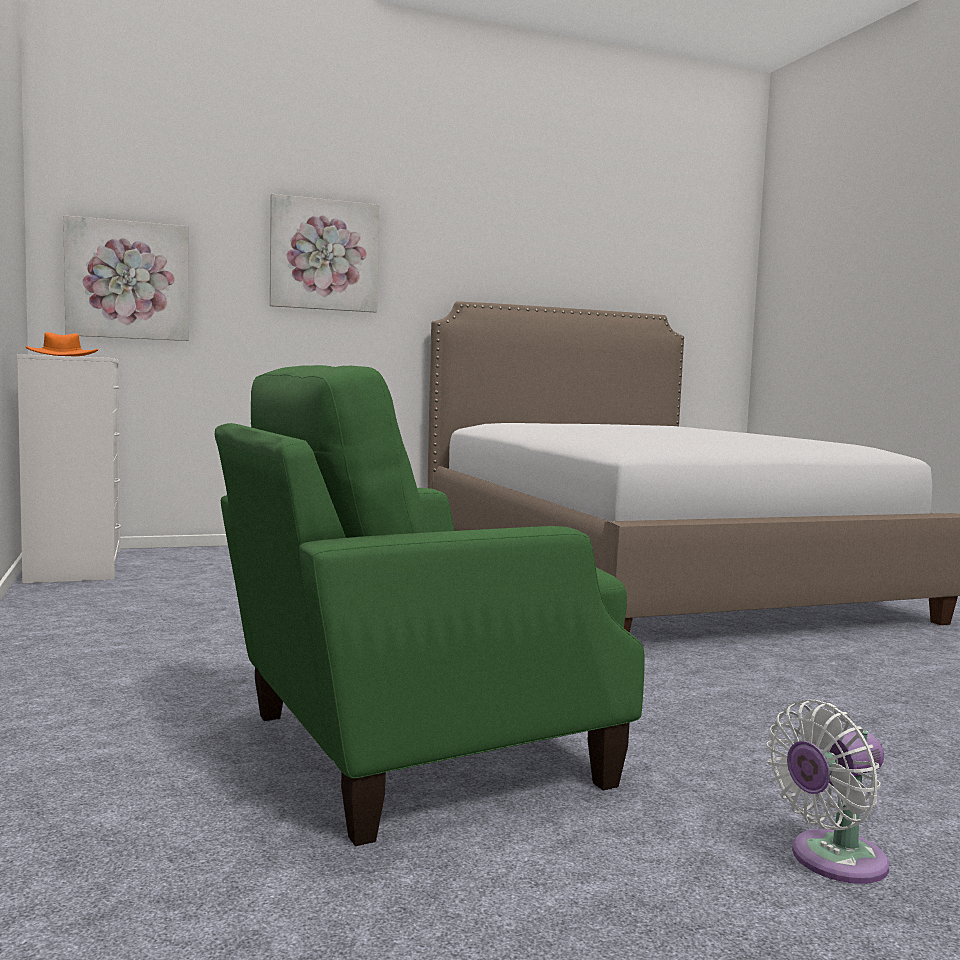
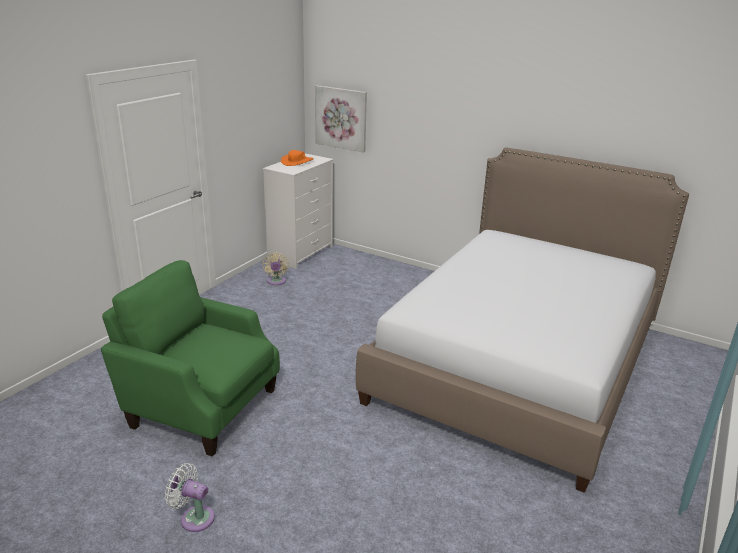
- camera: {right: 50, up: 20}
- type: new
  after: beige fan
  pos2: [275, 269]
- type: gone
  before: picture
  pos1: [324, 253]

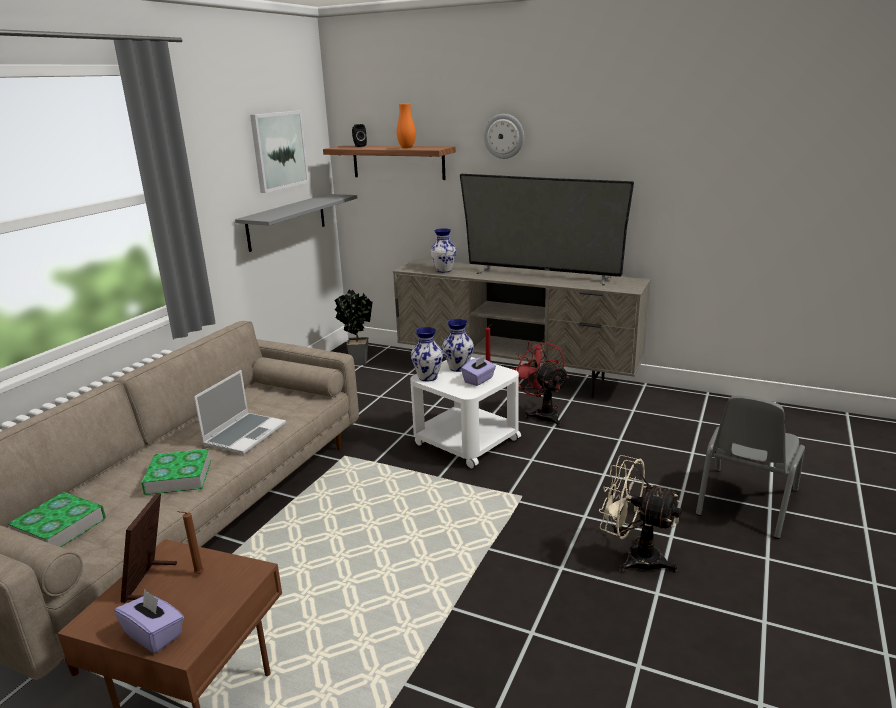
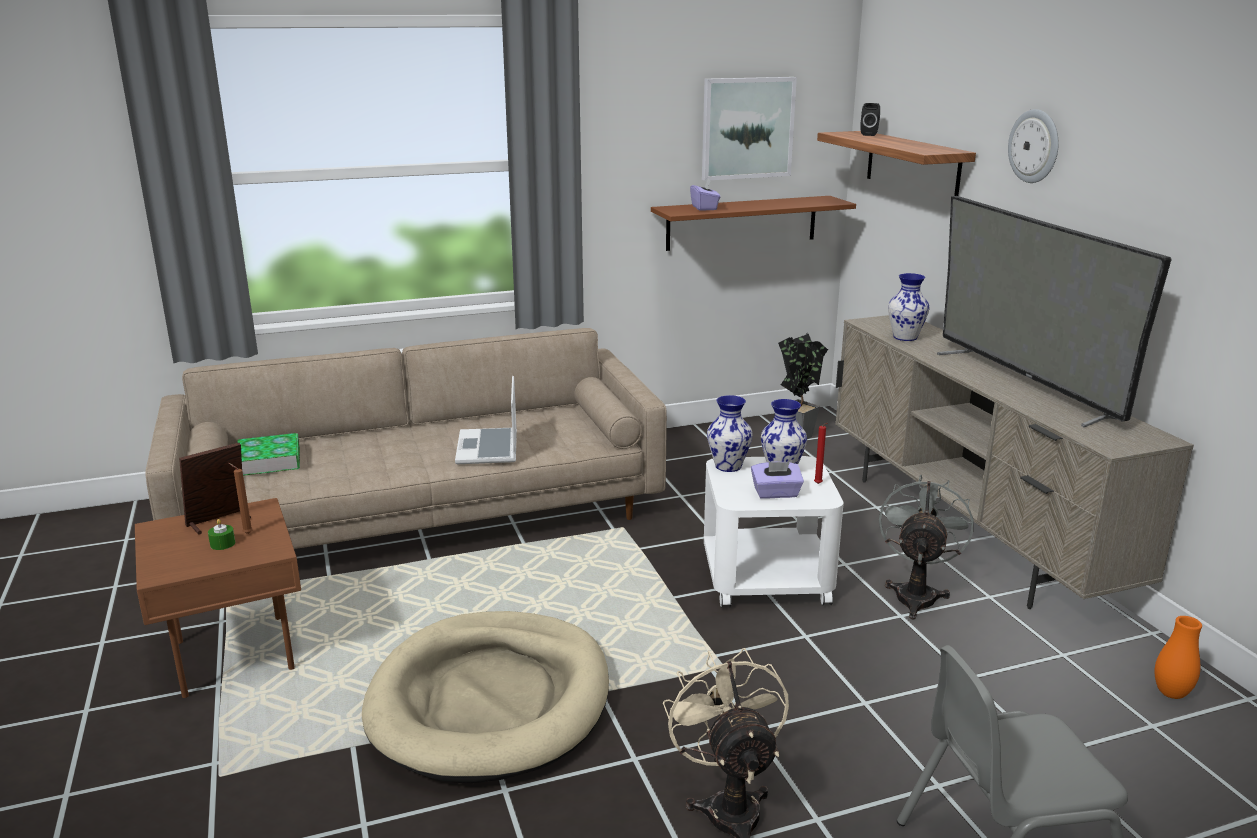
- camera: {right: 45, up: 0}
- type: new
  after: greenish candle
  pos2: [221, 534]
- type: new
  after: beige pet bed
  pos2: [485, 697]
- type: rotated
  before: notebook computer
  pos1: [240, 412]
  pos2: [486, 420]
  turn: 105
- type: repainted
  before: gray wall shelf
  after: brown wall shelf
  pos1: [296, 223]
  pos2: [753, 223]
- type: shifted
  before: purple box of tissues
  pos1: [149, 621]
  pos2: [705, 195]
- type: repainted
  before: reddish fan
  after: gray fan
  pos1: [540, 383]
  pos2: [926, 546]
- type: shifted
  before: orangey flower vase
  pos1: [406, 125]
  pos2: [1178, 657]
- type: gone
  before: bound book
  pos1: [176, 472]

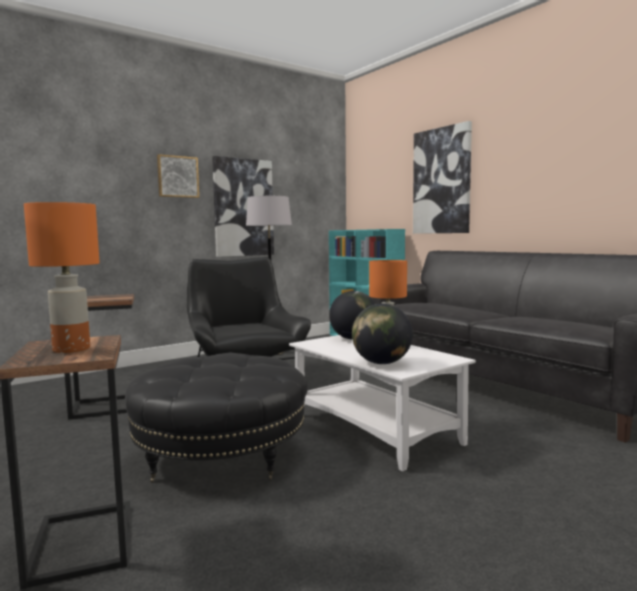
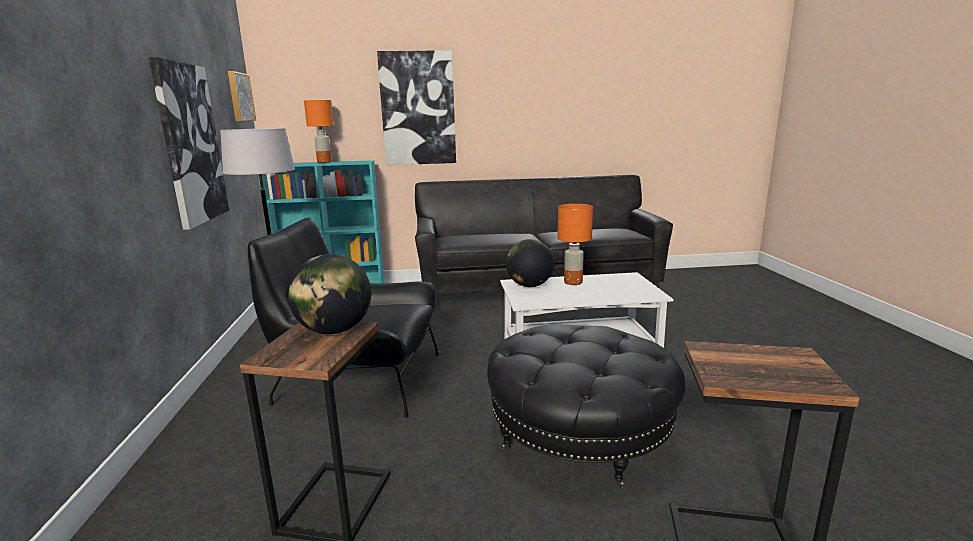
- camera: {right: -60, up: 10}
- type: shifted
  before: picture
  pos1: [178, 176]
  pos2: [242, 96]
- type: shifted
  before: world globe
  pos1: [382, 334]
  pos2: [329, 294]
- type: shifted
  before: orangey table lamp
  pos1: [62, 277]
  pos2: [319, 131]

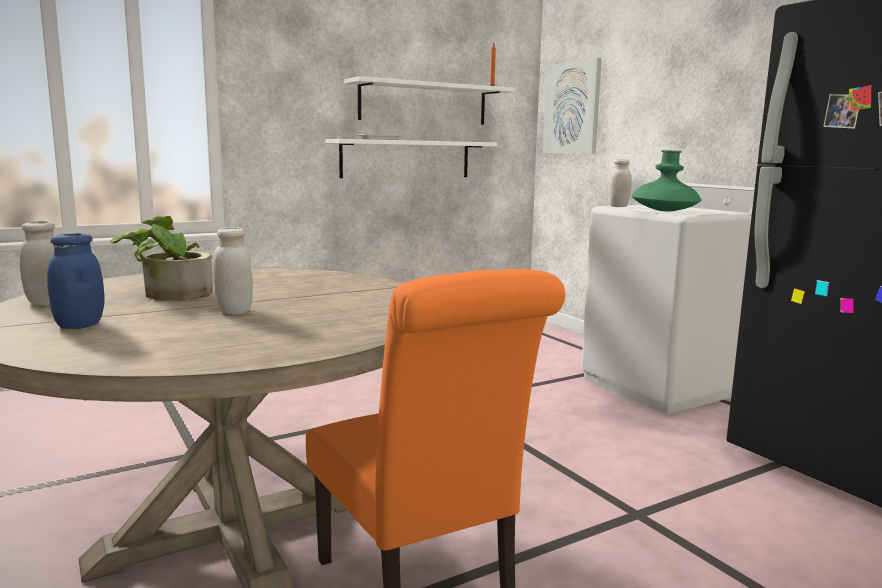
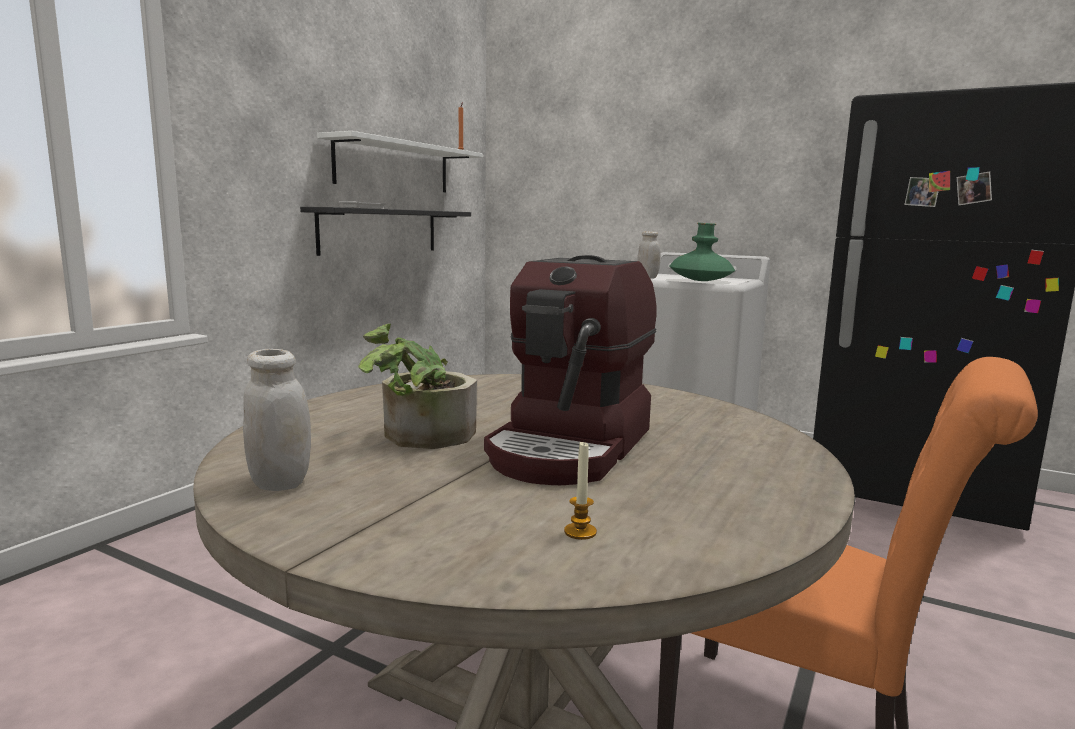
- camera: {right: -30, up: 0}
- type: repainted
  before: whitish wall shelf
  after: black wall shelf
  pos1: [411, 158]
  pos2: [385, 231]
- type: swapped
  before: whitish jar
  after: coffee maker
  pos1: [232, 270]
  pos2: [570, 370]
- type: new
  after: candle
  pos2: [580, 491]
- type: gone
  before: blue-coloured jar
  pos1: [76, 281]
- type: gone
  before: picture
  pos1: [572, 106]

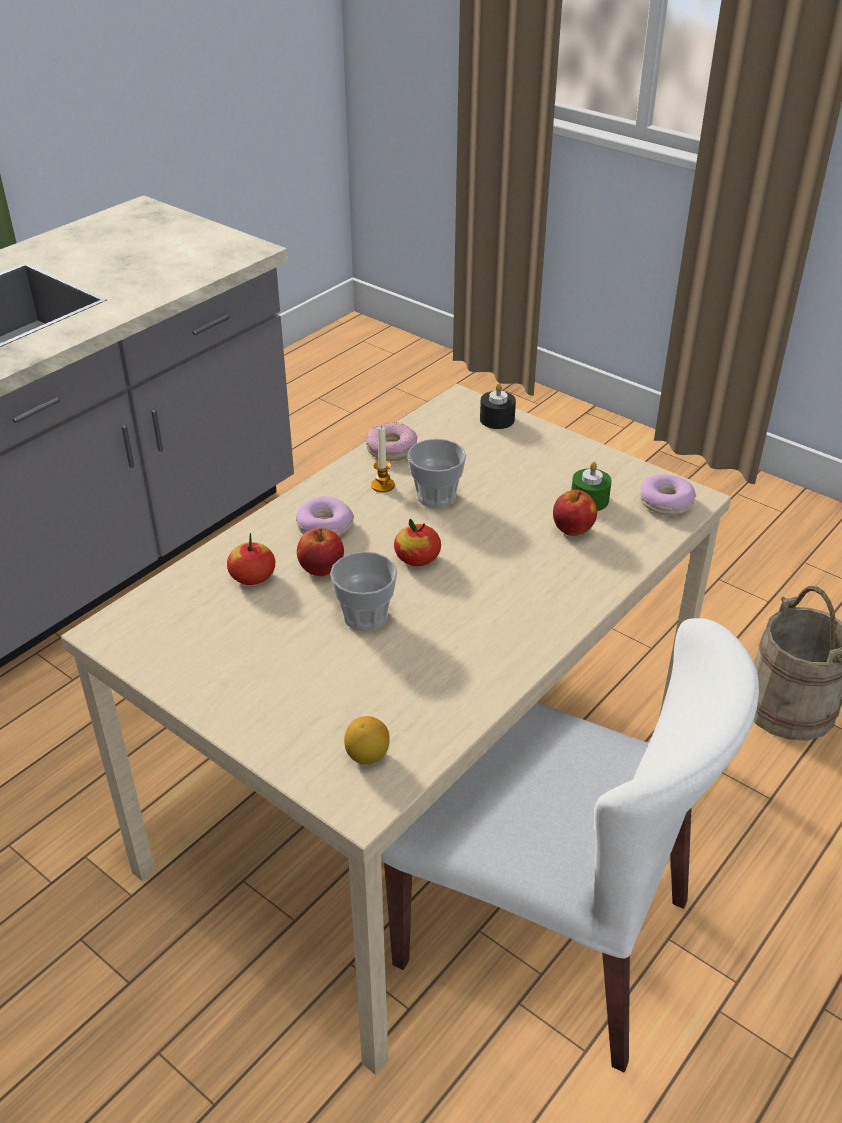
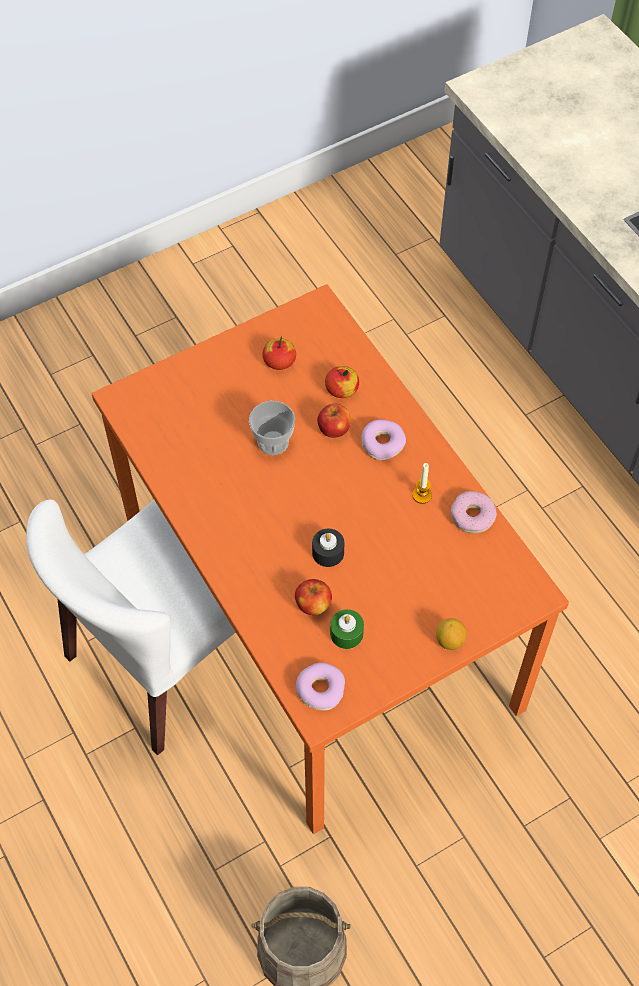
- camera: {right: 110, up: 20}
- type: repainted
  before: beige dining table
  after: orangey dining table
  pos1: [396, 729]
  pos2: [330, 559]
- type: shifted
  before: apple
  pos1: [417, 542]
  pos2: [279, 353]
- type: shifted
  before: black candle
  pos1: [498, 406]
  pos2: [328, 548]
- type: shifted
  before: lemon
  pos1: [367, 740]
  pos2: [451, 634]
- type: gone
  before: small cup
  pos1: [436, 473]

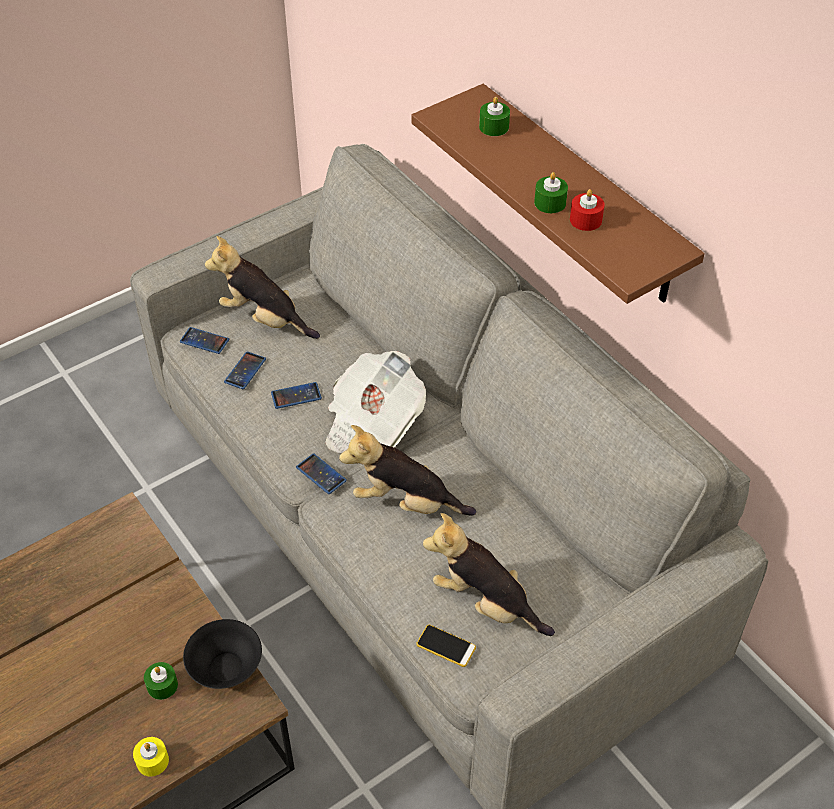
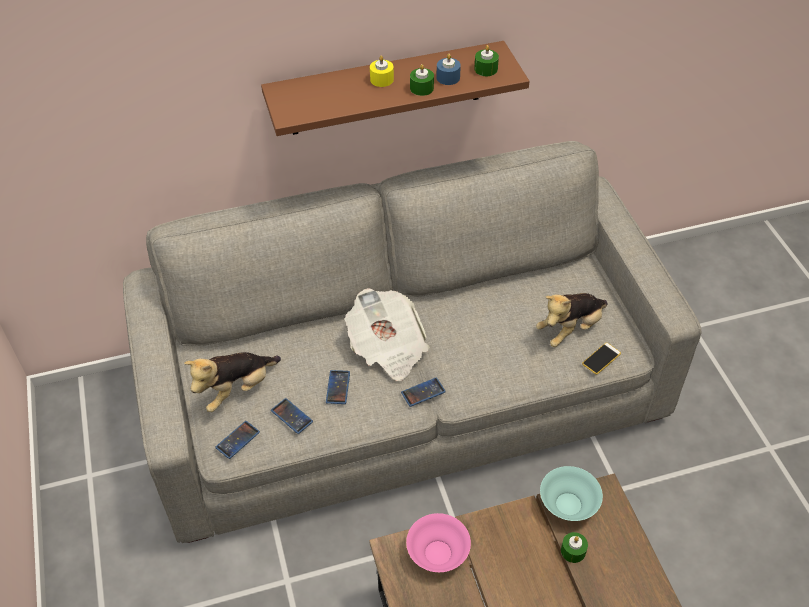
- camera: {right: -70, up: 0}
- type: shifted
  before: yellow candle
  pos1: [151, 756]
  pos2: [382, 71]
- type: new
  after: pink serving bowl
  pos2: [438, 542]
- type: repainted
  before: reddish candle
  after: blue-coloured candle
  pos1: [587, 210]
  pos2: [449, 69]
- type: shifted
  before: greenish candle
  pos1: [494, 116]
  pos2: [486, 60]
- type: repainted
  before: black serving bowl
  after: turquoise serving bowl
  pos1: [222, 654]
  pos2: [571, 493]
- type: gone
  before: cuddly toy
  pos1: [407, 470]

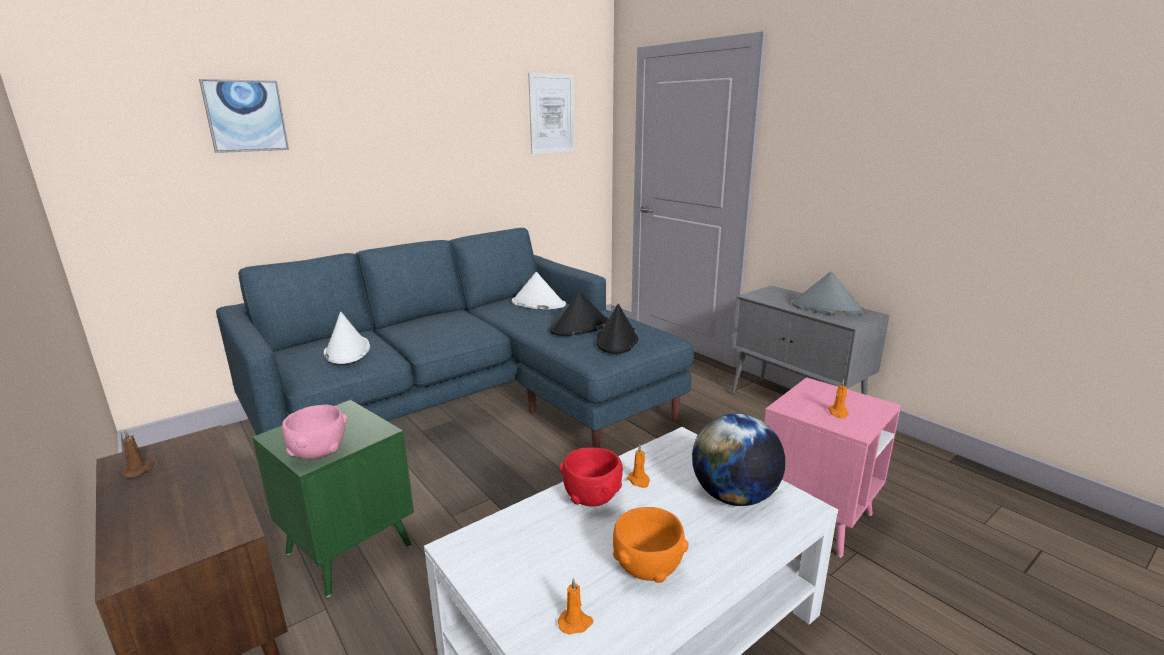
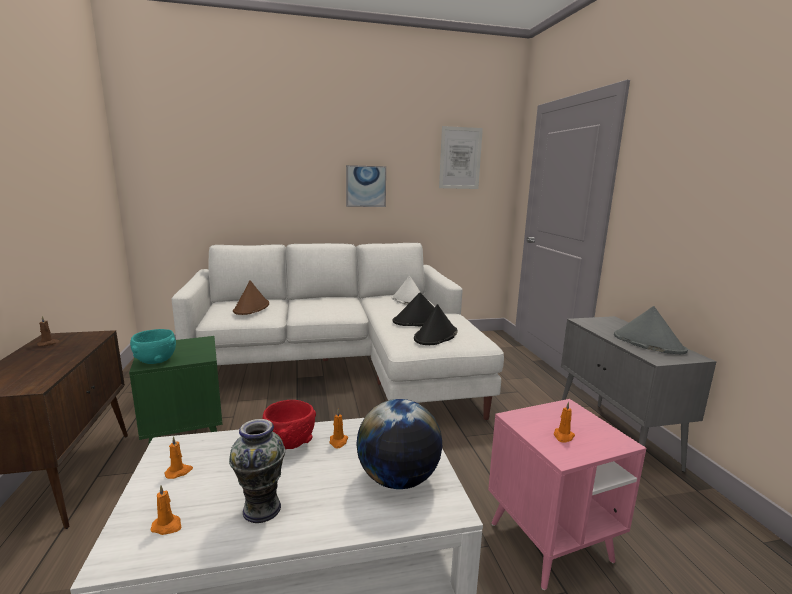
- camera: {right: 25, up: -5}
- type: repainted
  before: pink serving bowl
  after: turquoise serving bowl
  pos1: [314, 432]
  pos2: [153, 346]
- type: new
  after: orangey candle
  pos2: [178, 457]
- type: repainted
  before: blue-coloured couch
  after: whitish couch
  pos1: [455, 338]
  pos2: [338, 331]
- type: swapped
  before: orangey serving bowl
  after: flower vase
  pos1: [651, 545]
  pos2: [257, 471]
- type: repainted
  before: whitish hat
  after: brown hat
  pos1: [347, 338]
  pos2: [251, 297]
- type: shifted
  before: picture
  pos1: [244, 116]
  pos2: [366, 186]

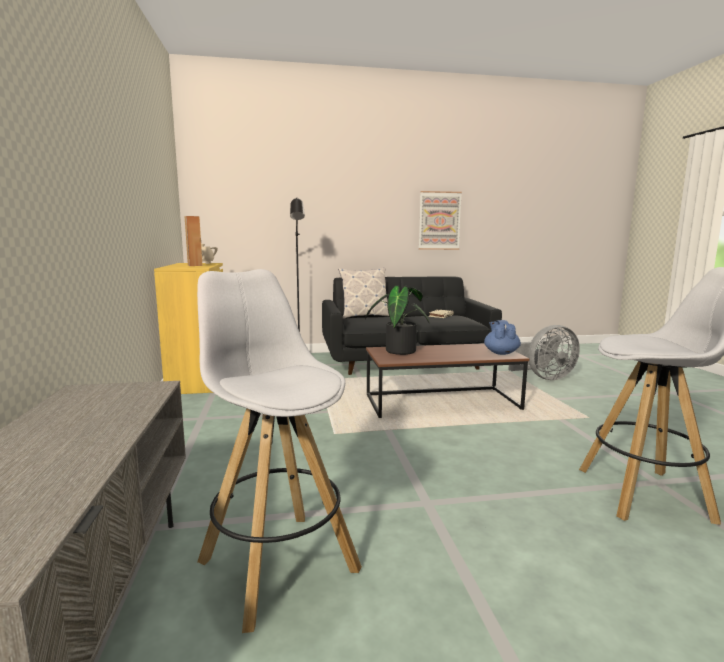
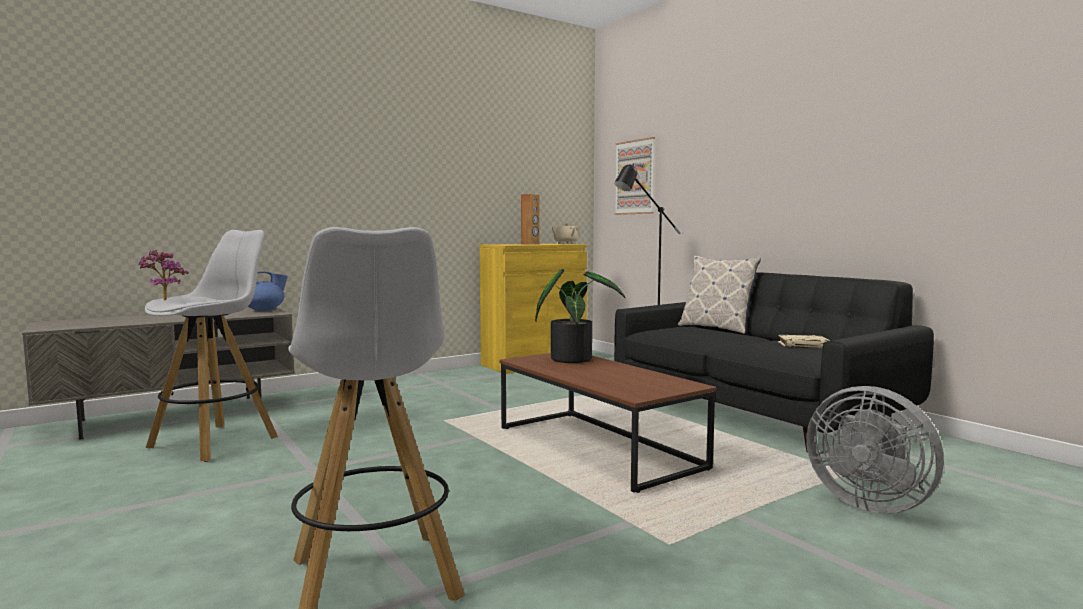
- camera: {right: 65, up: -5}
- type: new
  after: plant in a pot
  pos2: [164, 275]
- type: shifted
  before: blue-coloured pot for tea
  pos1: [502, 337]
  pos2: [268, 291]
- type: shifted
  before: picture
  pos1: [440, 220]
  pos2: [635, 176]

